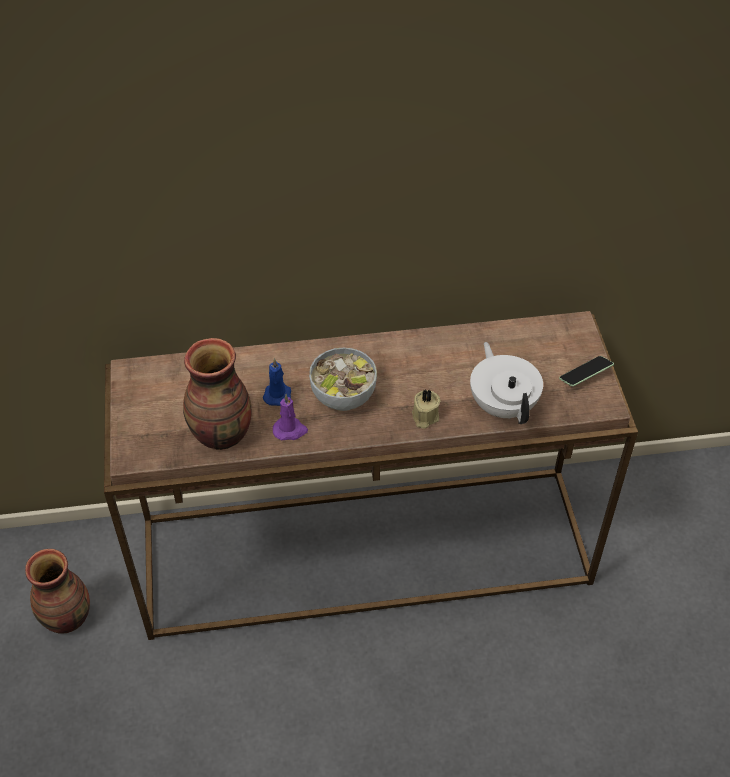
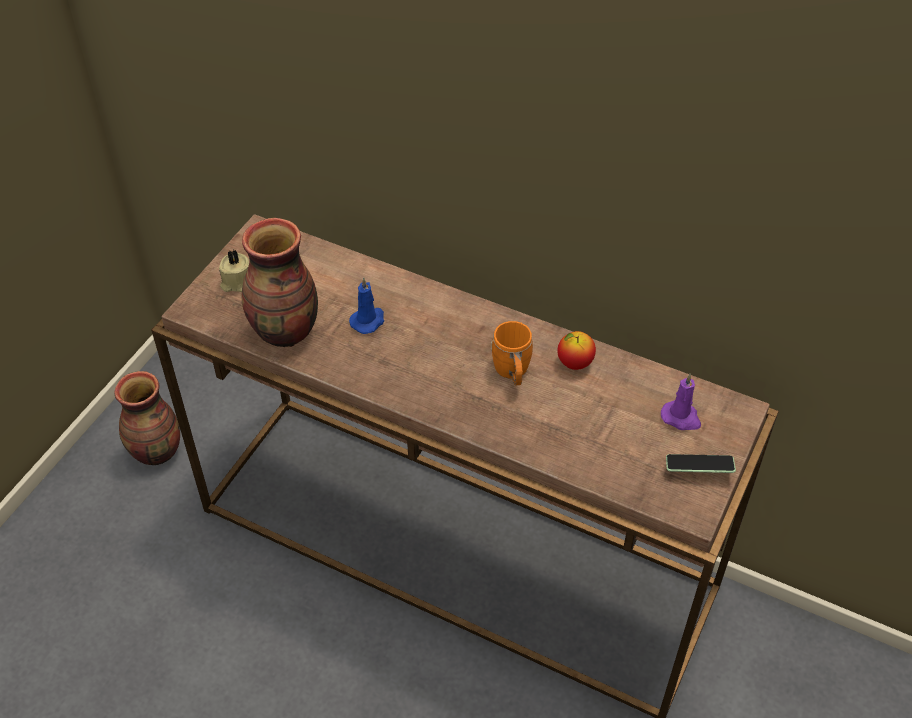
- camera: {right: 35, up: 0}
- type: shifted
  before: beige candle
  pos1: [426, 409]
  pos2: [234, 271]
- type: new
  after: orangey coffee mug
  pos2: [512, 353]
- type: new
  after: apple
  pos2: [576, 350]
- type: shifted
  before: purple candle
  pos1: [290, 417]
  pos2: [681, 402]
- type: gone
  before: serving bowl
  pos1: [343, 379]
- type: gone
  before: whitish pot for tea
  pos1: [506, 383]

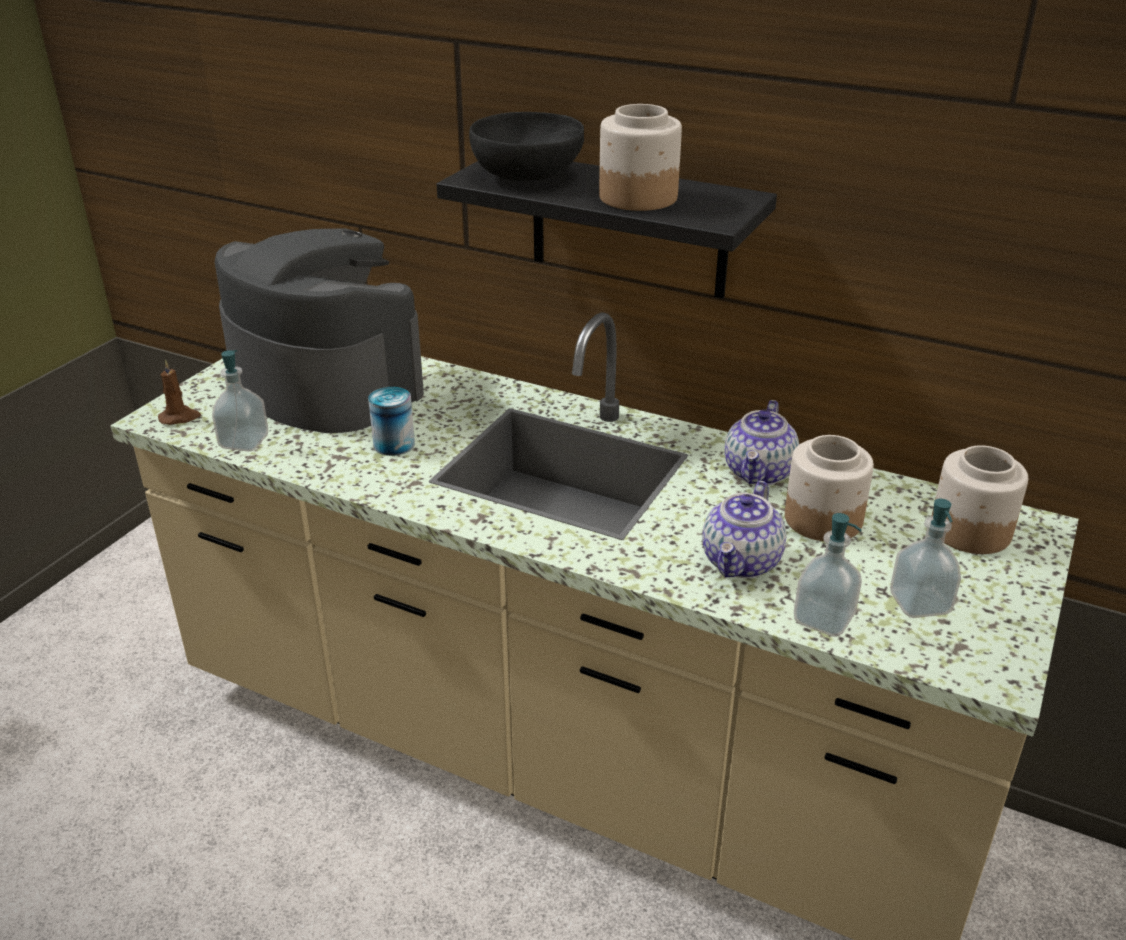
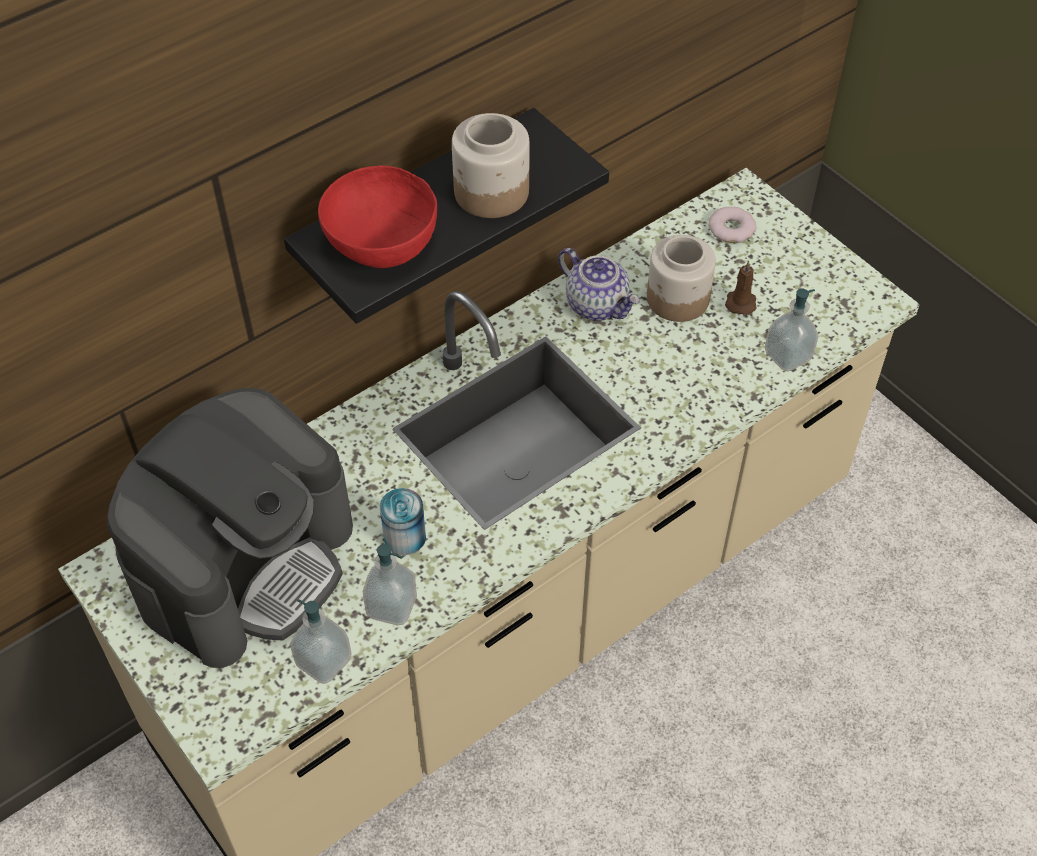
- camera: {right: -65, up: 20}
- type: rotated
  before: coffee maker
  pos1: [319, 330]
  pos2: [230, 528]
  turn: 150
- type: repainted
  before: black serving bowl
  after: reddish serving bowl
  pos1: [526, 146]
  pos2: [377, 216]
- type: shifted
  before: liquid soap bottle
  pos1: [925, 558]
  pos2: [390, 585]
- type: swapped
  before: jar
  after: doughnut
  pos1: [980, 499]
  pos2: [732, 225]
- type: shifted
  before: brown candle
  pos1: [179, 392]
  pos2: [740, 288]
- type: gone
  before: pot for tea
  pos1: [744, 529]

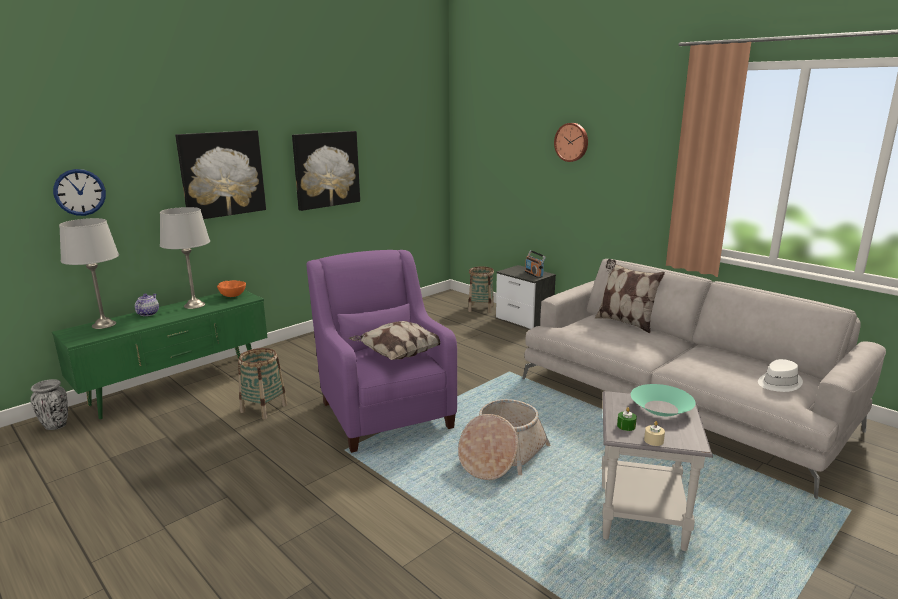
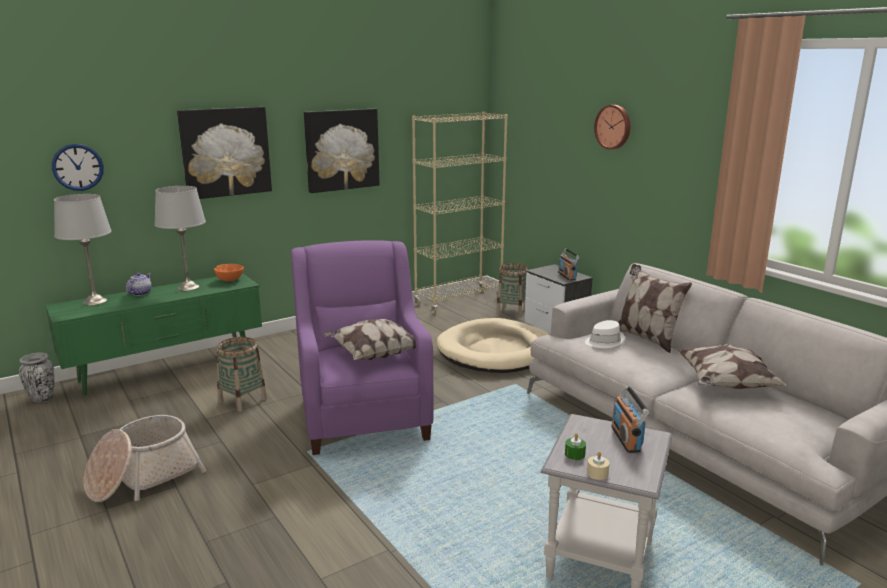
- camera: {right: 10, up: 0}
- type: shifted
  before: basket
  pos1: [504, 439]
  pos2: [144, 458]
- type: new
  after: beige bookshelf
  pos2: [460, 213]
- type: new
  after: beige pet bed
  pos2: [494, 345]
- type: shifted
  before: whitish hat
  pos1: [780, 375]
  pos2: [605, 334]
- type: swapped
  before: turquoise serving bowl
  after: radio receiver
  pos1: [663, 400]
  pos2: [630, 419]
- type: new
  after: cushion
  pos2: [731, 366]

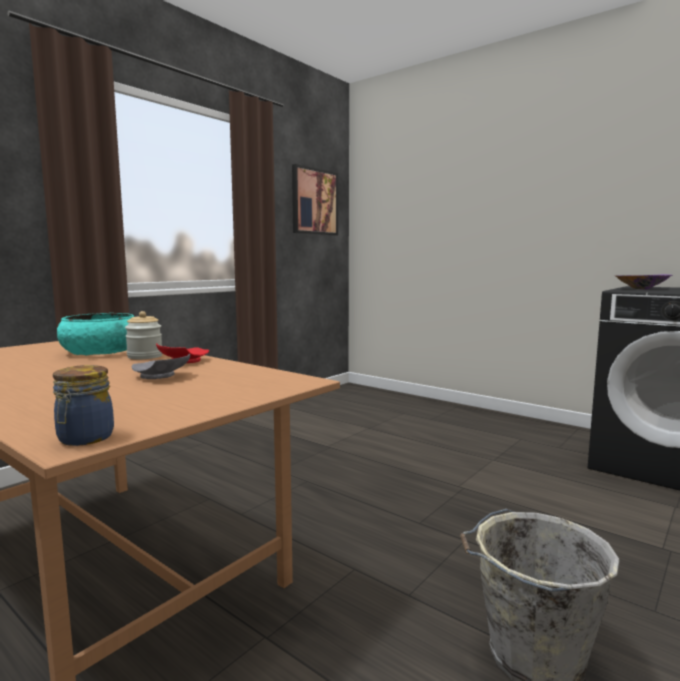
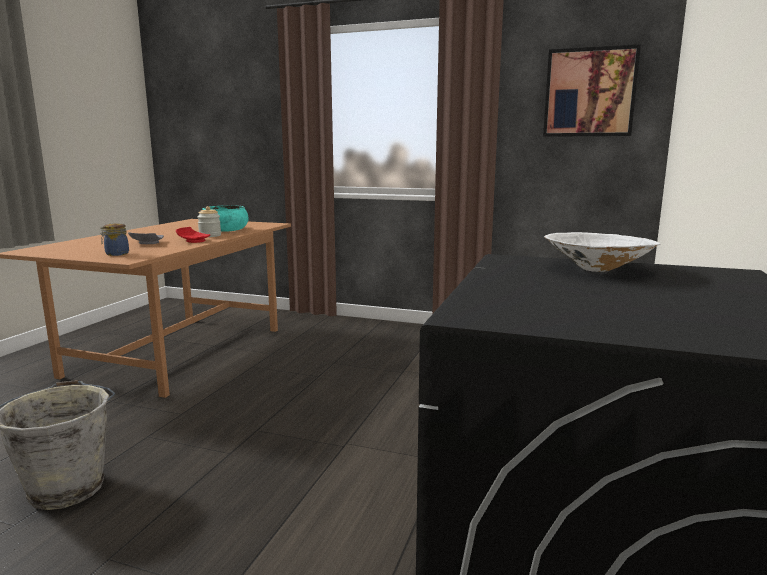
- camera: {right: 70, up: 5}
- type: shifted
  before: jar
  pos1: [83, 405]
  pos2: [114, 239]
- type: repainted
  before: purple serving bowl
  after: whitish serving bowl
  pos1: [643, 281]
  pos2: [602, 252]

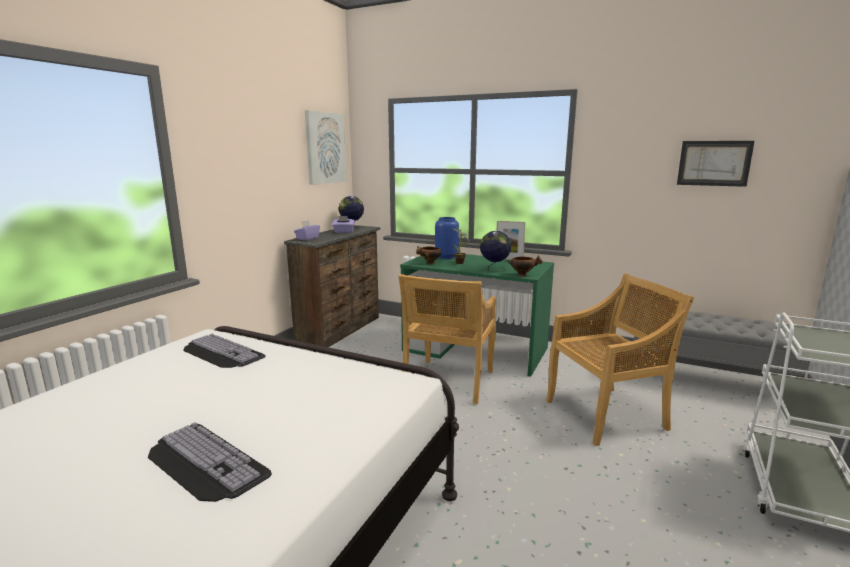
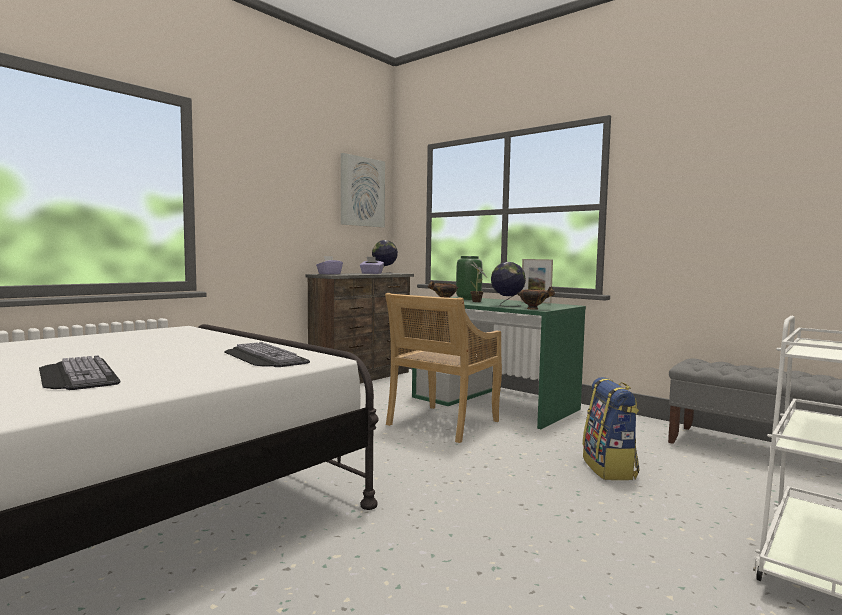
- camera: {right: 15, up: -10}
- type: shifted
  before: PC keyboard
  pos1: [225, 351]
  pos2: [267, 354]
- type: repainted
  before: blue-coloured flower vase
  after: greenish flower vase
  pos1: [447, 238]
  pos2: [469, 278]
- type: swapped
  before: beige plain chair
  after: backpack
  pos1: [620, 359]
  pos2: [611, 428]
- type: gone
  before: picture
  pos1: [715, 164]

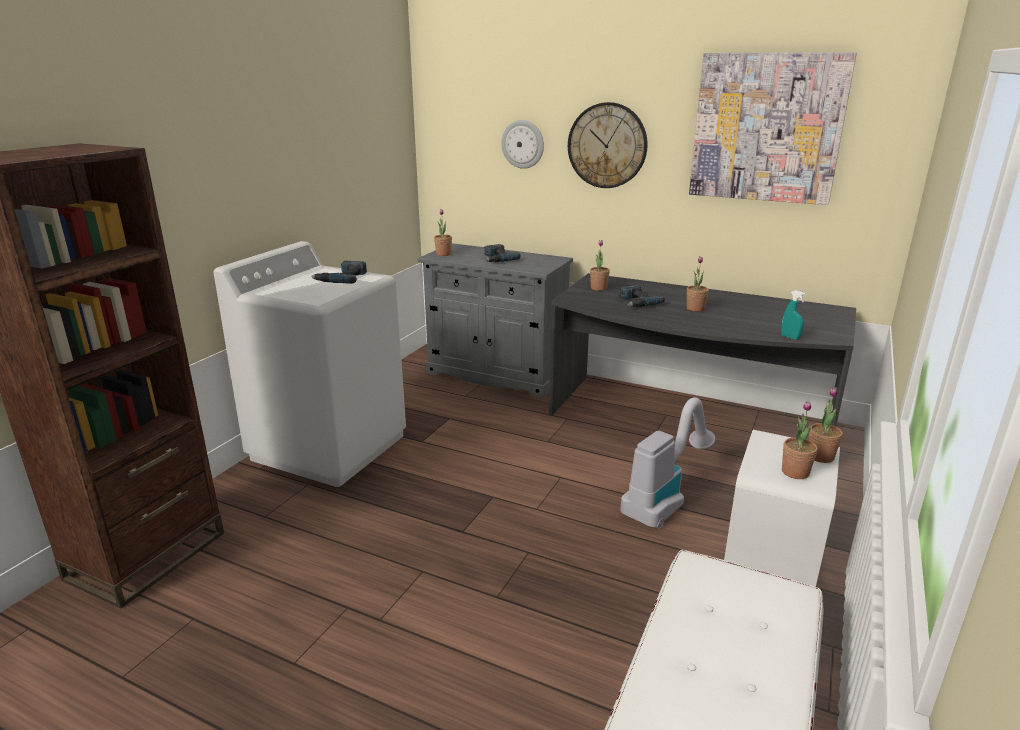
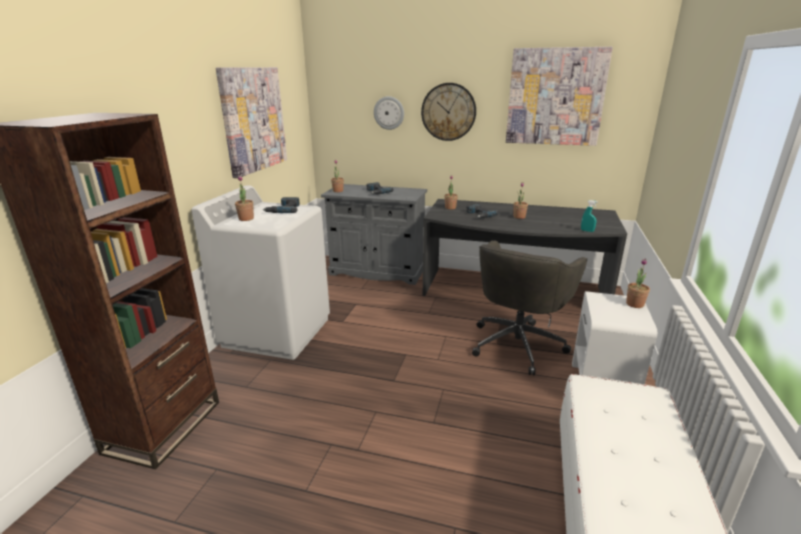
- camera: {right: -10, up: 0}
- type: new
  after: picture
  pos2: [251, 122]
- type: shifted
  before: plant in a pot
  pos1: [800, 440]
  pos2: [244, 198]
- type: swapped
  before: vacuum cleaner
  after: gray office chair
  pos1: [667, 463]
  pos2: [529, 308]

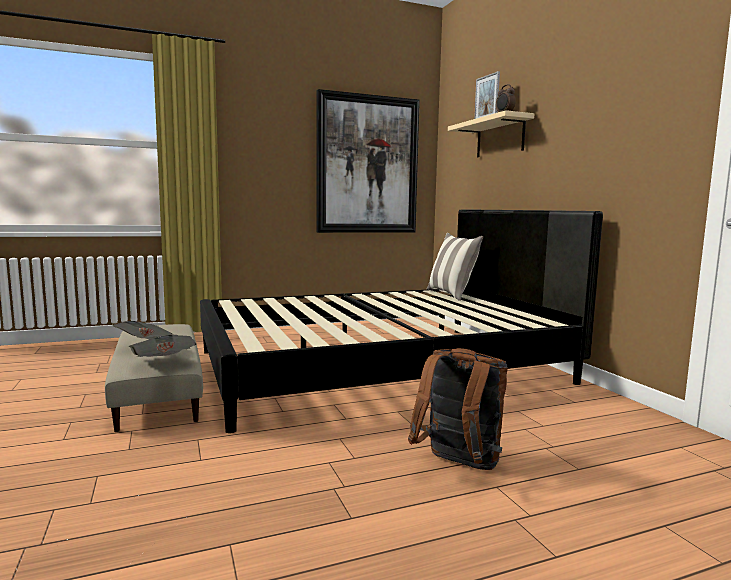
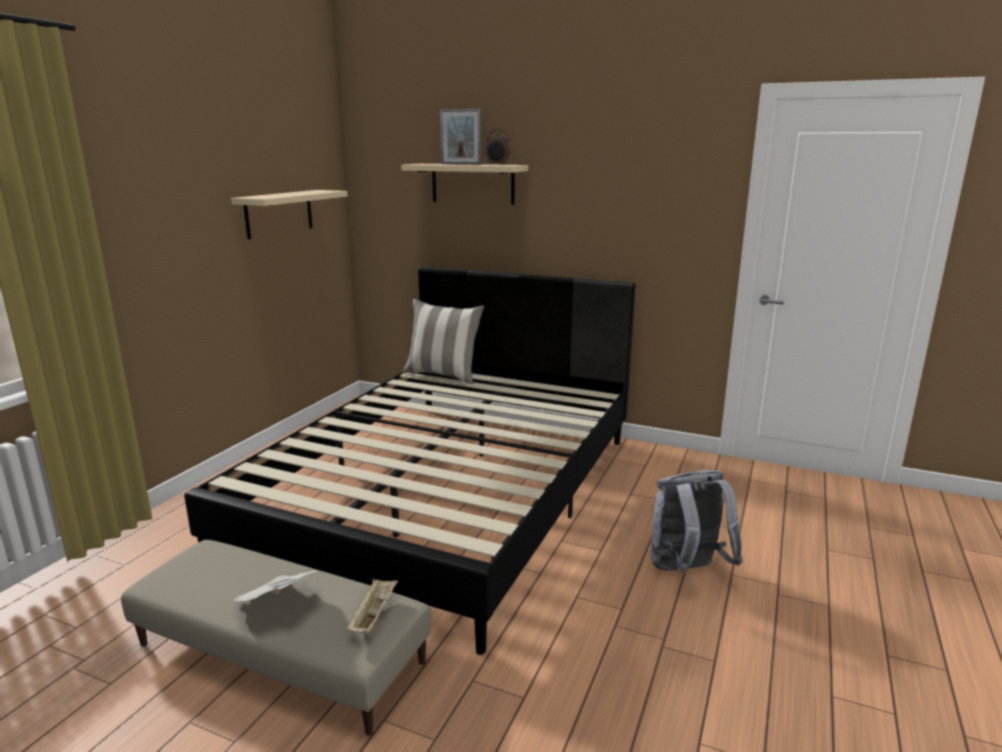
- camera: {right: -45, up: 10}
- type: swapped
  before: picture
  after: beige wall shelf
  pos1: [368, 161]
  pos2: [289, 214]
- type: swapped
  before: printed paper
  after: beige carrying tray
  pos1: [163, 346]
  pos2: [372, 605]
- type: repainted
  before: brown backpack
  after: gray backpack
  pos1: [458, 409]
  pos2: [696, 522]

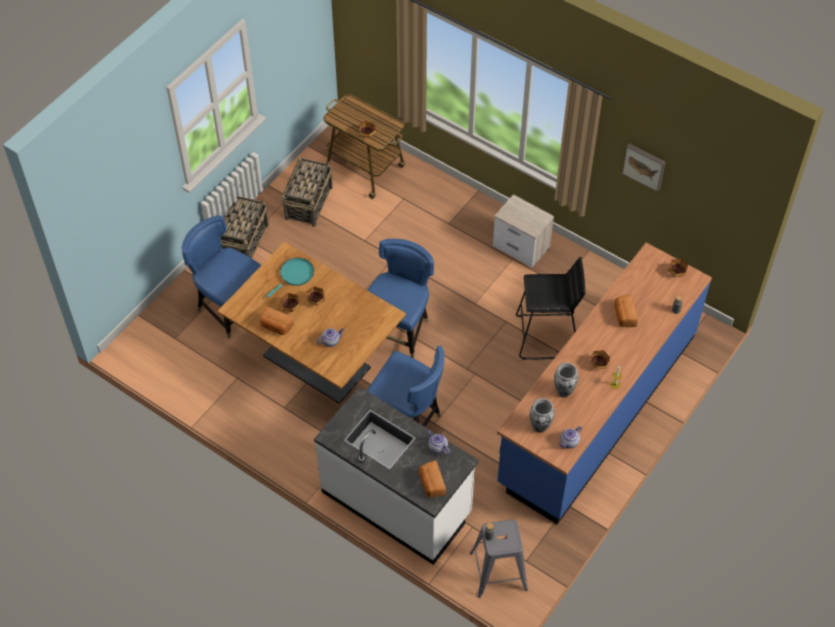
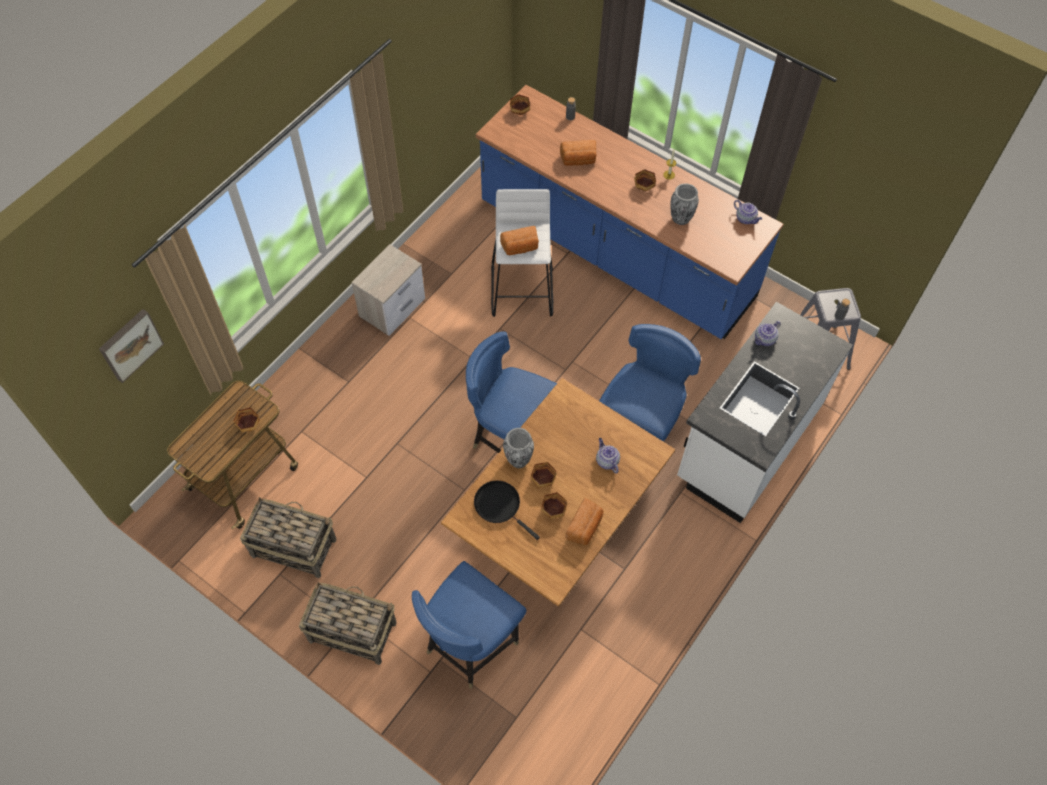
- camera: {right: -90, up: 5}
- type: shifted
  before: picture
  pos1: [644, 167]
  pos2: [131, 346]
- type: repainted
  before: turquoise pan
  after: black pan
  pos1: [290, 278]
  pos2: [507, 510]
- type: repainted
  before: black stool seat
  after: whitish stool seat
  pos1: [550, 308]
  pos2: [522, 253]
- type: shifted
  before: bakery bread
  pos1: [432, 479]
  pos2: [519, 240]
- type: shifted
  before: flower vase
  pos1: [542, 415]
  pos2: [518, 448]

